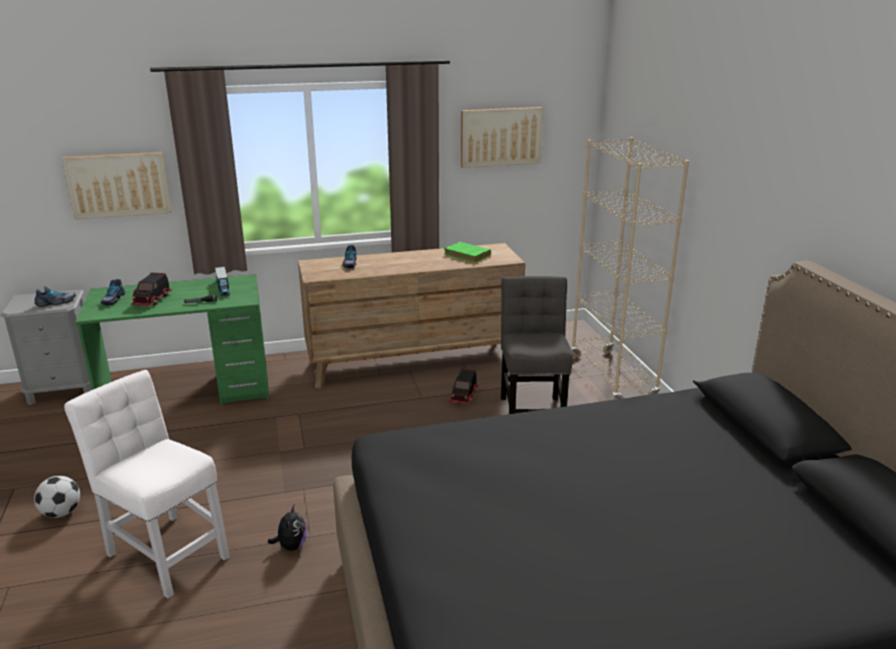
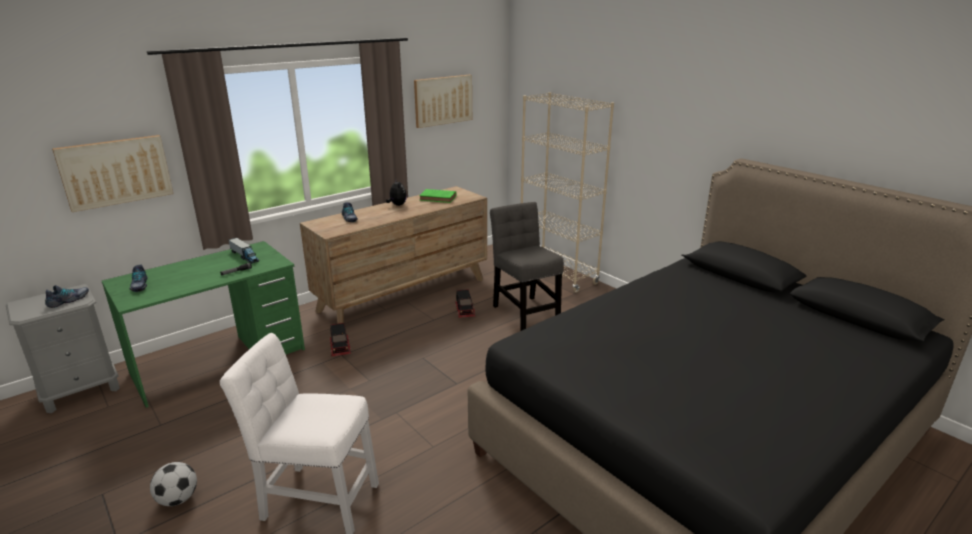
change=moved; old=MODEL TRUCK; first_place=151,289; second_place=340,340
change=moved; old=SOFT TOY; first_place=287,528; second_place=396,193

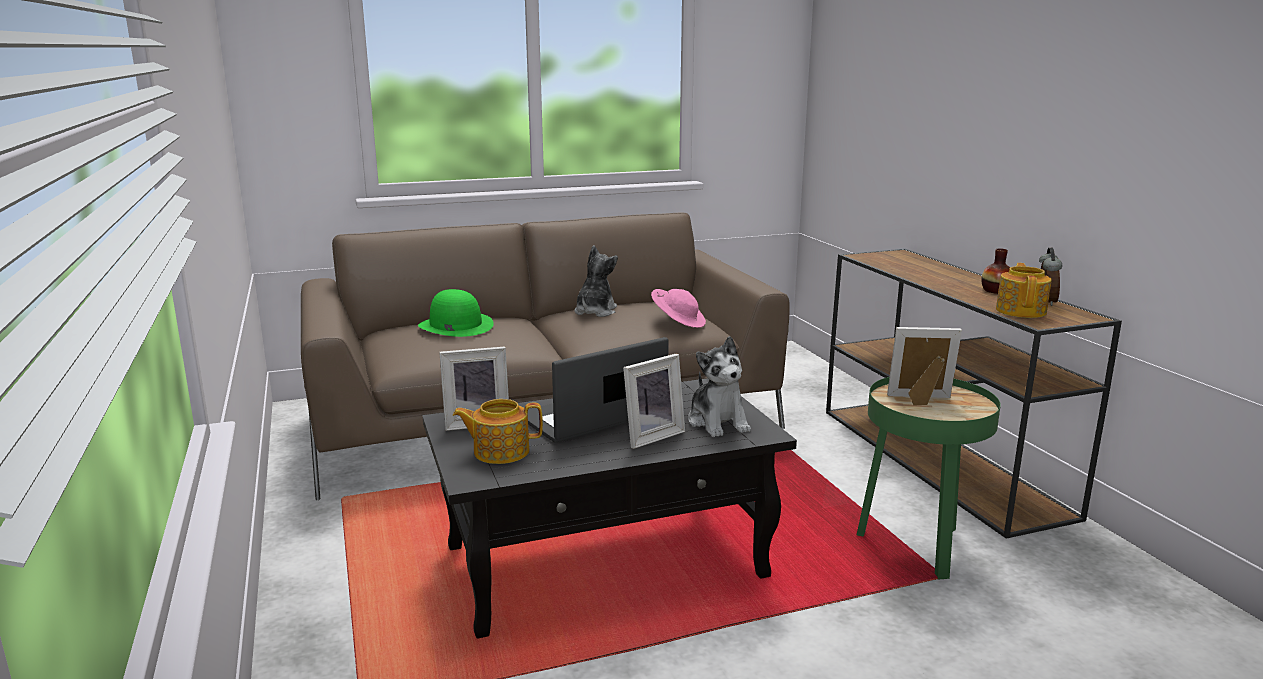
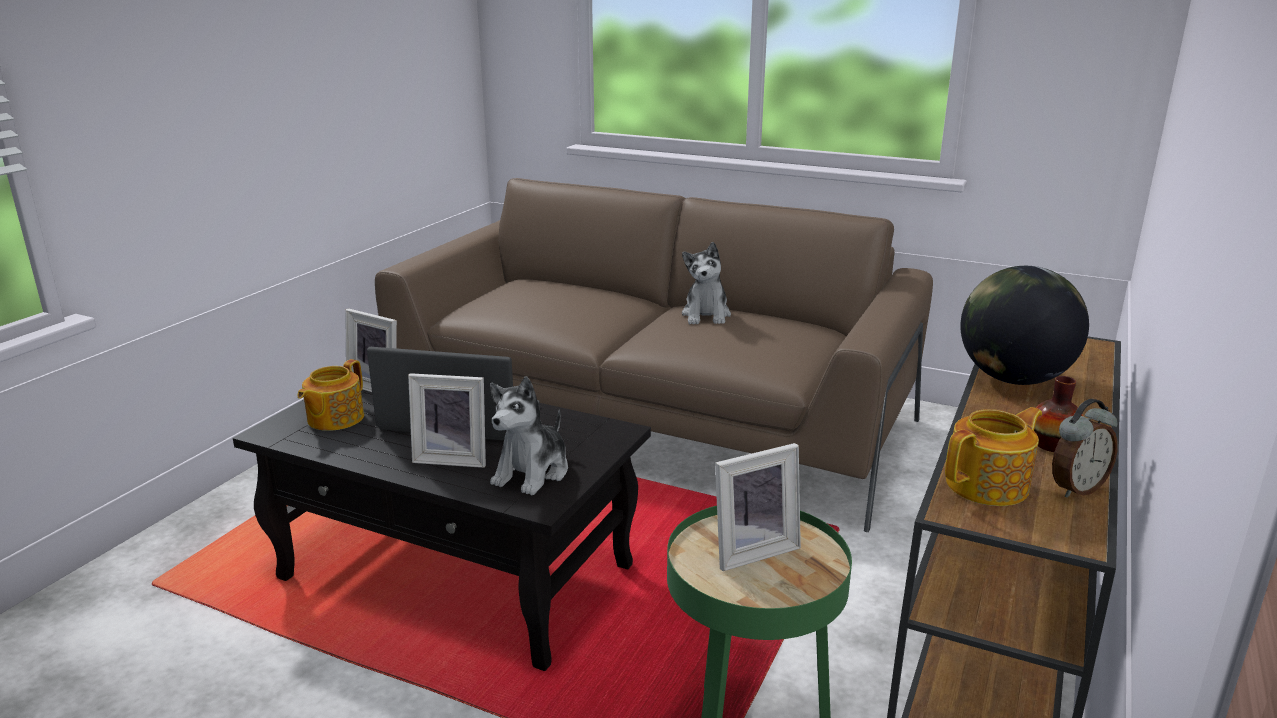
change=removed; old=GREEN-COLOURED HAT; first_place=456,313
change=removed; old=PINK-COLOURED HAT; first_place=678,308
change=added; new=GLOBE; second_place=1024,325
change=turned; old=POT FOR TEA; first_place=498,431; second_place=331,395; degrees=-105
change=turned; old=SOFT TOY; first_place=596,281; second_place=706,283; degrees=120
change=turned; old=STANDING FRAME; first_place=924,366; second_place=758,507; degrees=105

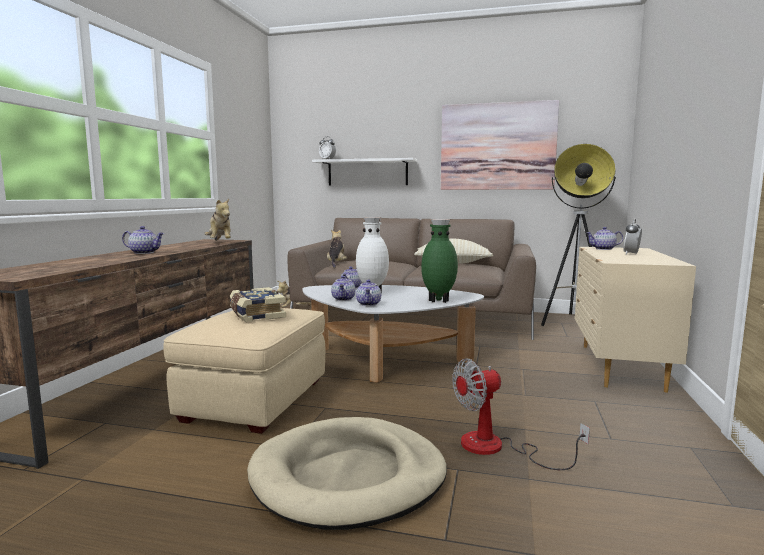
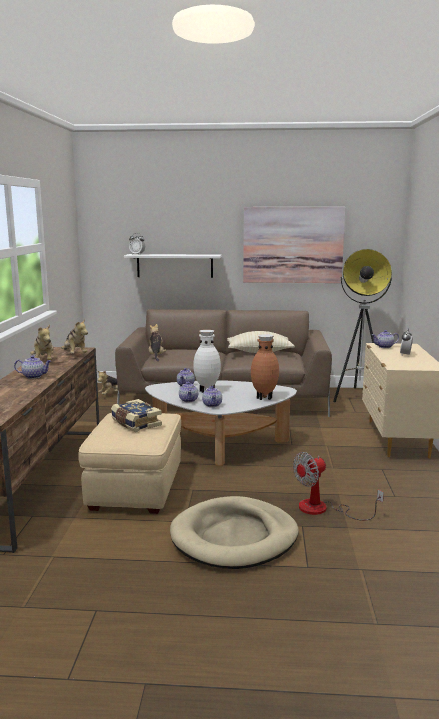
change=added; new=SOFT TOY; second_place=42,342
change=recoloured; old=GREEN-COLOURED FLOWER VASE; new=BROWN FLOWER VASE; first_place=439,261; second_place=265,367

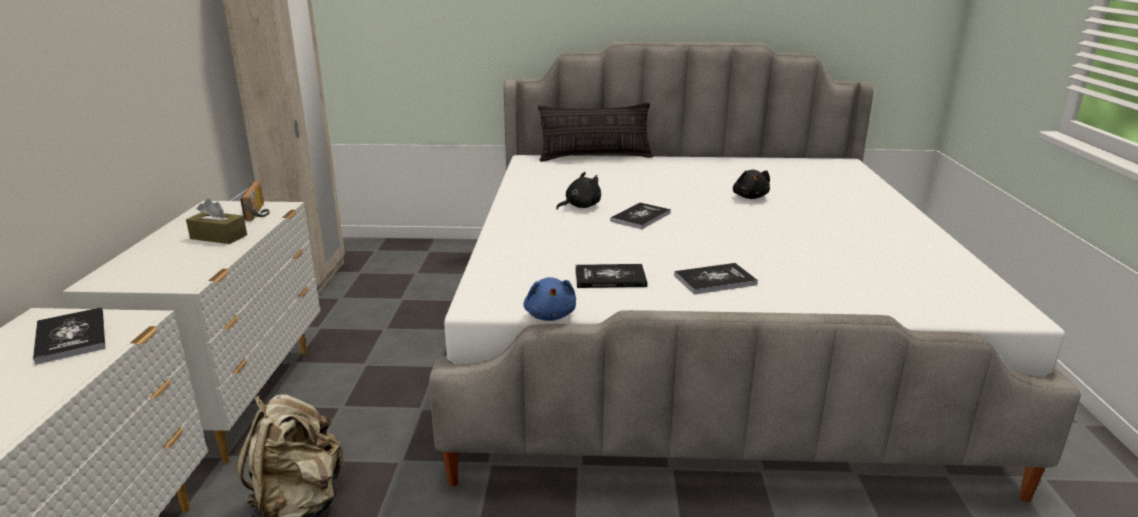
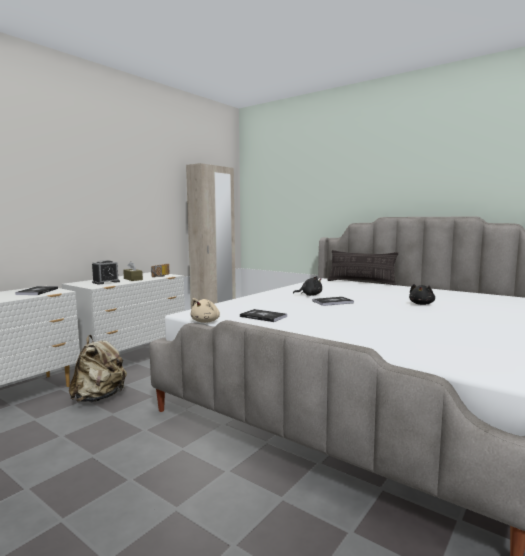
change=removed; old=VOLUME; first_place=716,278
change=added; new=BEDSIDE CLOCK; second_place=106,272
change=recoloured; old=BLUE SOFT TOY; new=SAND-COLOURED SOFT TOY; first_place=550,299; second_place=205,310

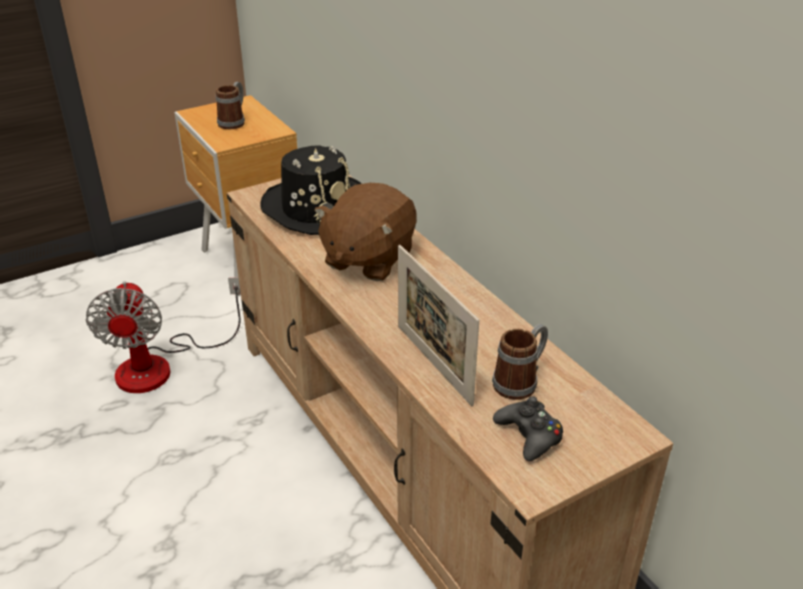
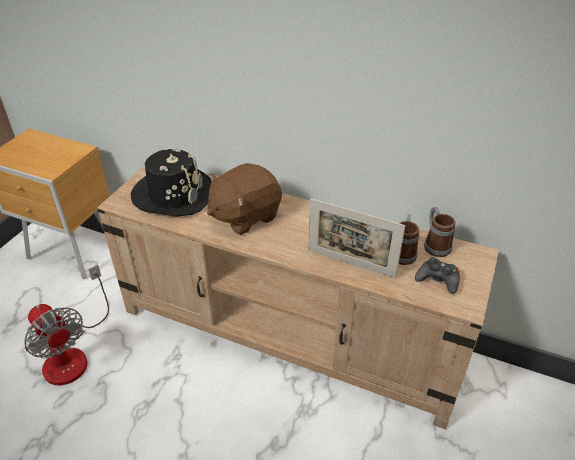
change=moved; old=TEA MUG; first_place=230,106; second_place=440,232
change=turned; old=BROWN SOFT TOY; first_place=365,232; second_place=244,199; degrees=60

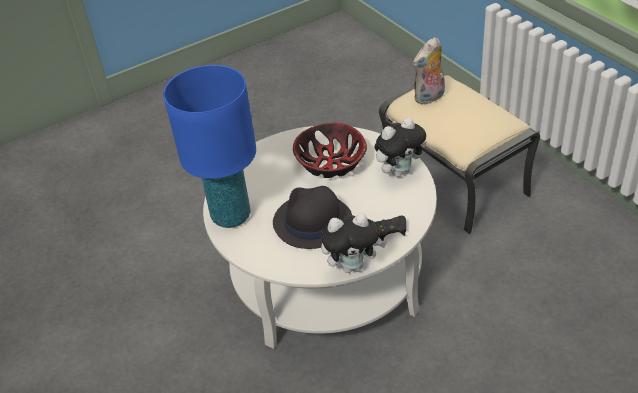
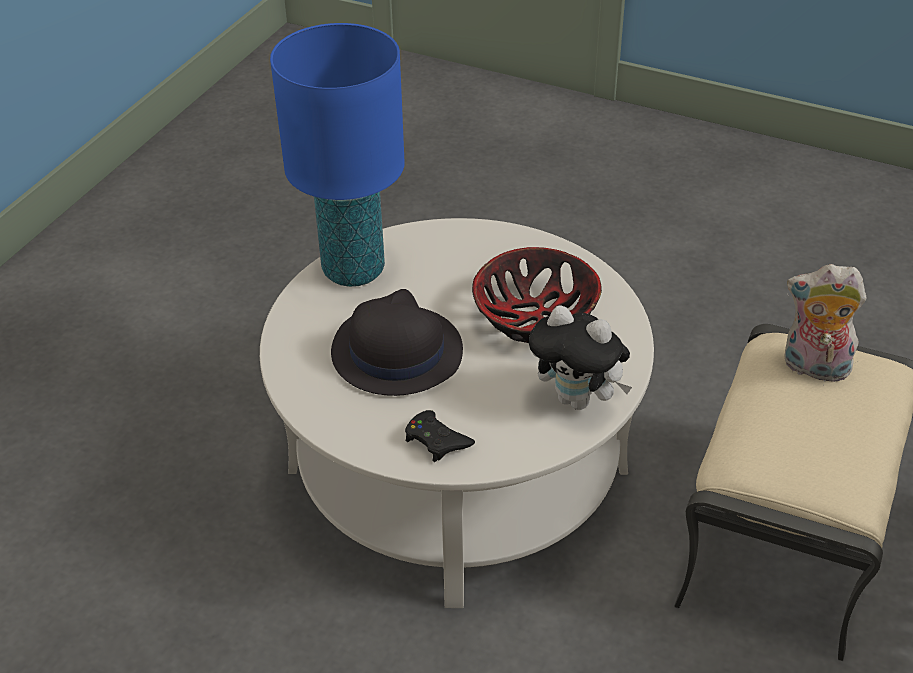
change=removed; old=SOFT TOY; first_place=354,243

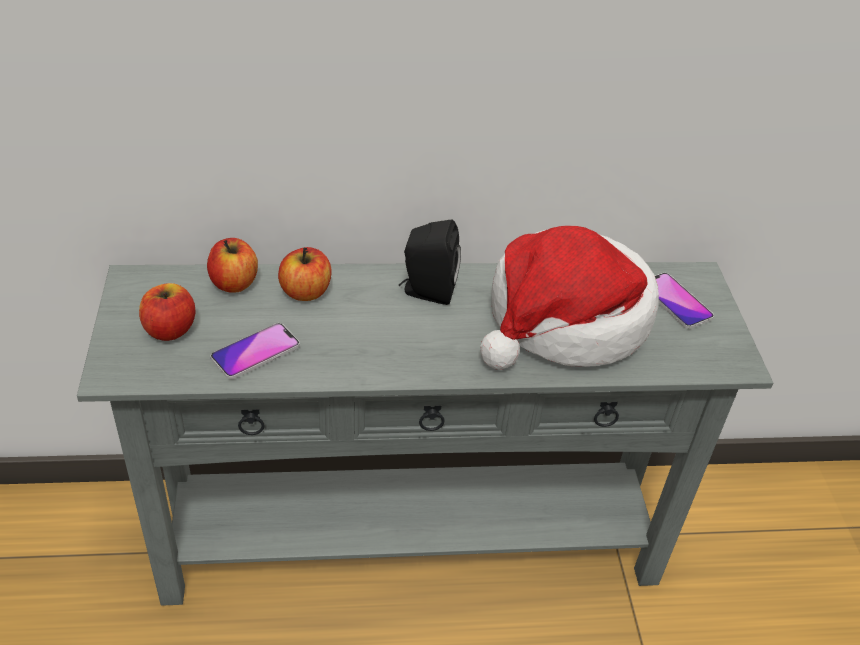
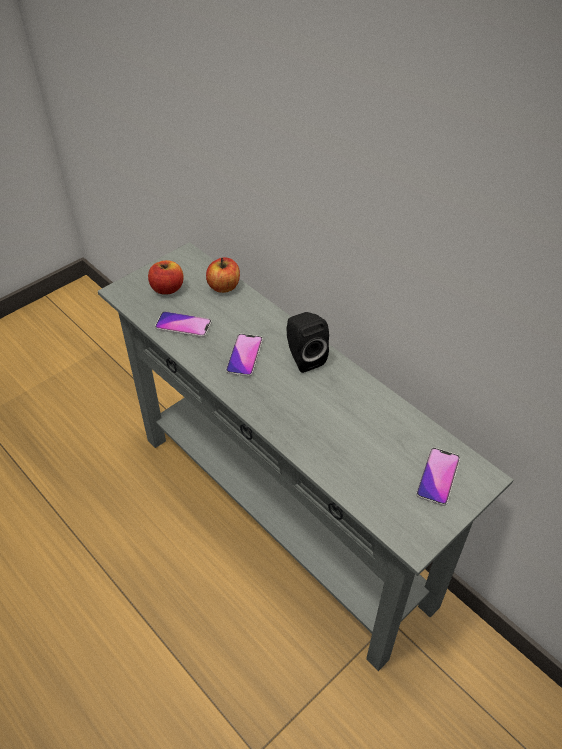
change=removed; old=APPLE FRUIT; first_place=305,274
change=removed; old=HAT; first_place=569,298
change=added; new=HANDSET; second_place=244,355

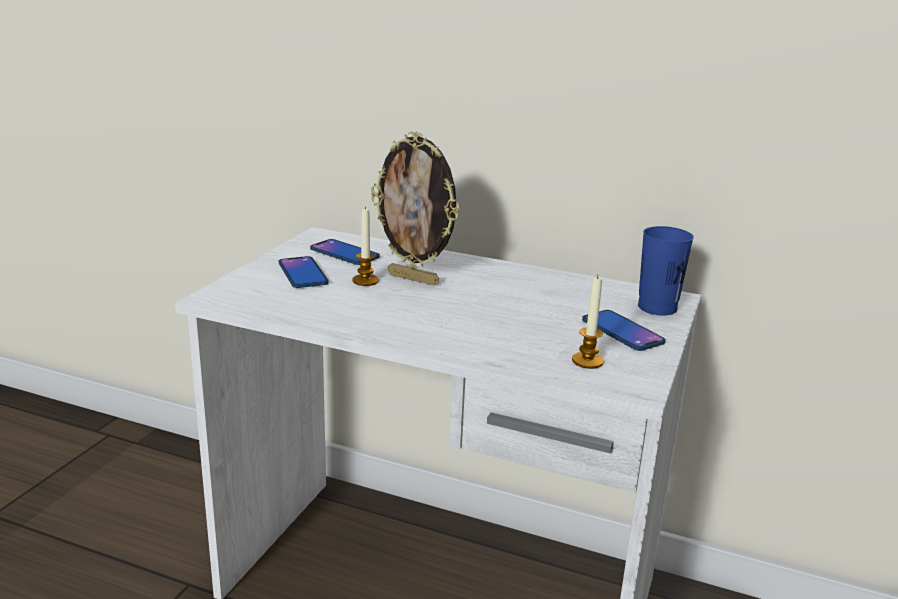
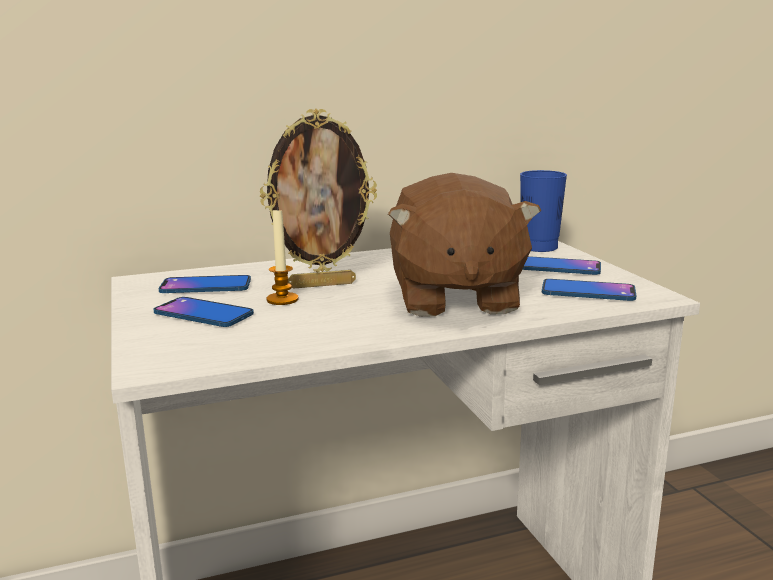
change=added; new=BROWN SOFT TOY; second_place=464,245
change=replaced; old=WAX LIGHT; new=HANDSET; first_place=588,322; second_place=589,290

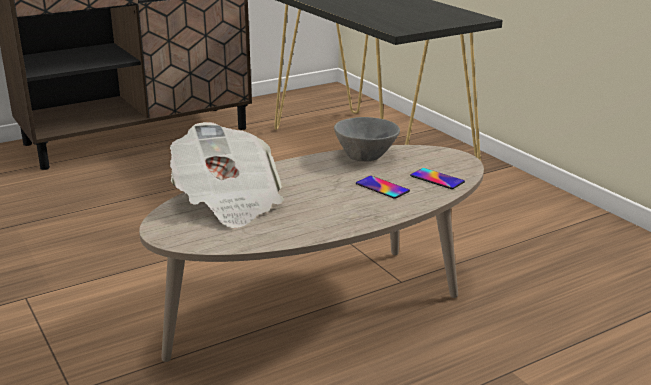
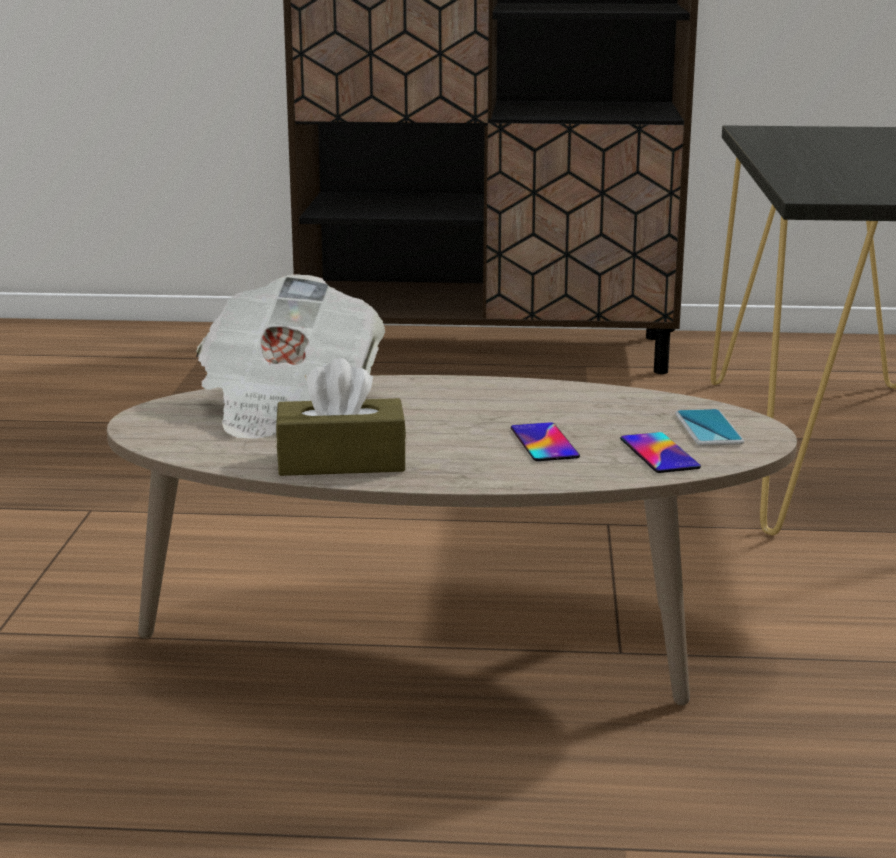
change=removed; old=GREYISH DEEP DISH; first_place=367,139
change=added; new=BROWN BOX OF TISSUES; second_place=341,417
change=added; new=HANDSET; second_place=709,427

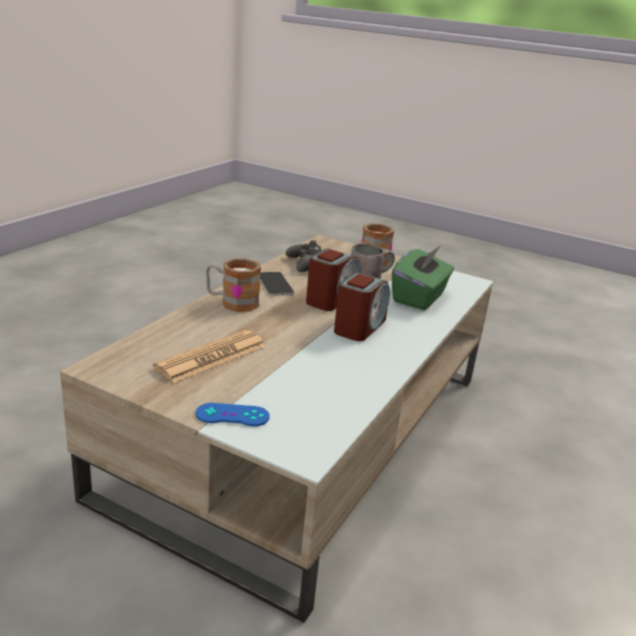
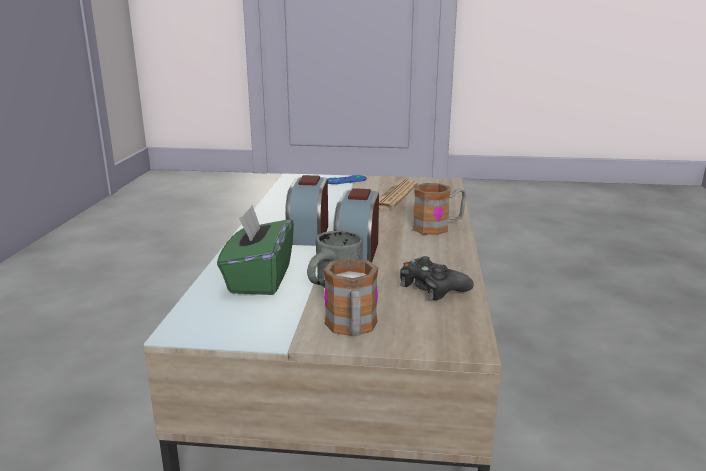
change=removed; old=HANDSET; first_place=277,284

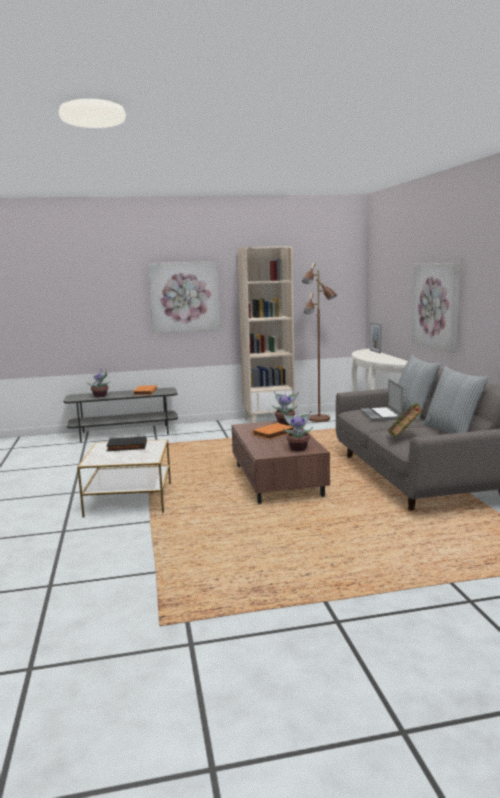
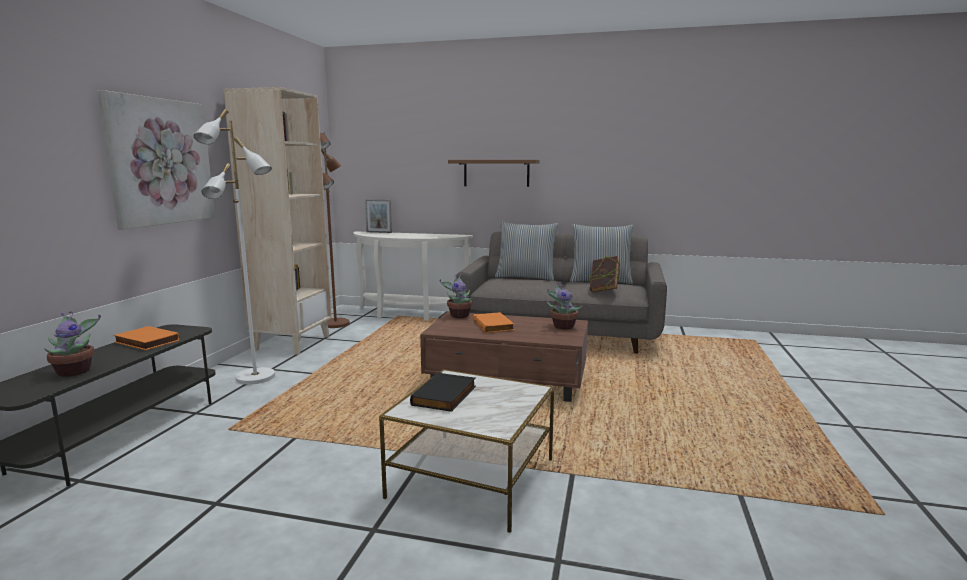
change=removed; old=NOTEBOOK COMPUTER; first_place=381,400
change=added; new=WHITE-COLOURED STANDARD LAMP; second_place=234,247
change=replaced; old=WALL PICTURE; new=BROWN BRACKET SHELF; first_place=436,308; second_place=493,173

